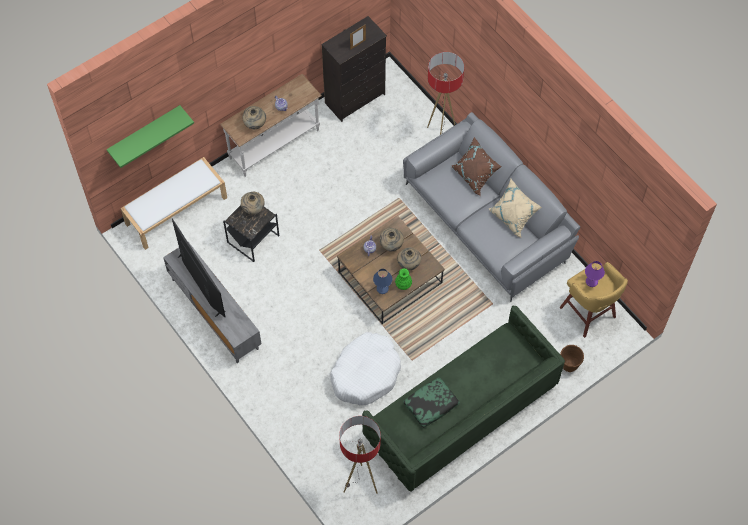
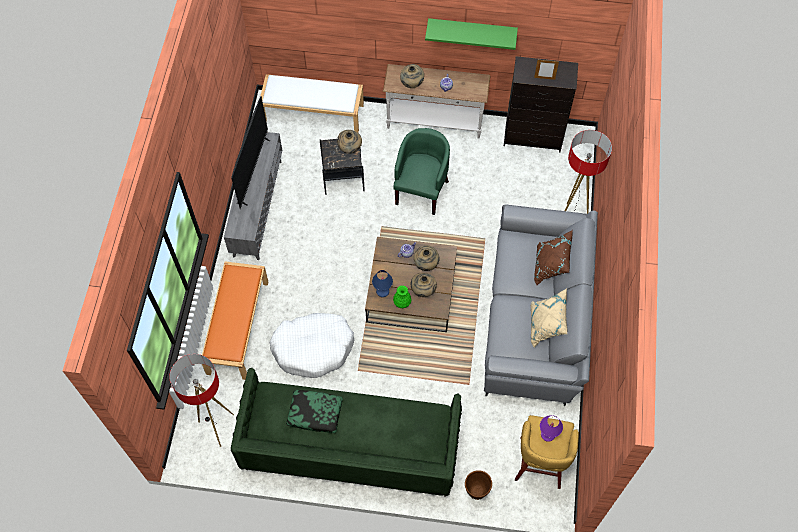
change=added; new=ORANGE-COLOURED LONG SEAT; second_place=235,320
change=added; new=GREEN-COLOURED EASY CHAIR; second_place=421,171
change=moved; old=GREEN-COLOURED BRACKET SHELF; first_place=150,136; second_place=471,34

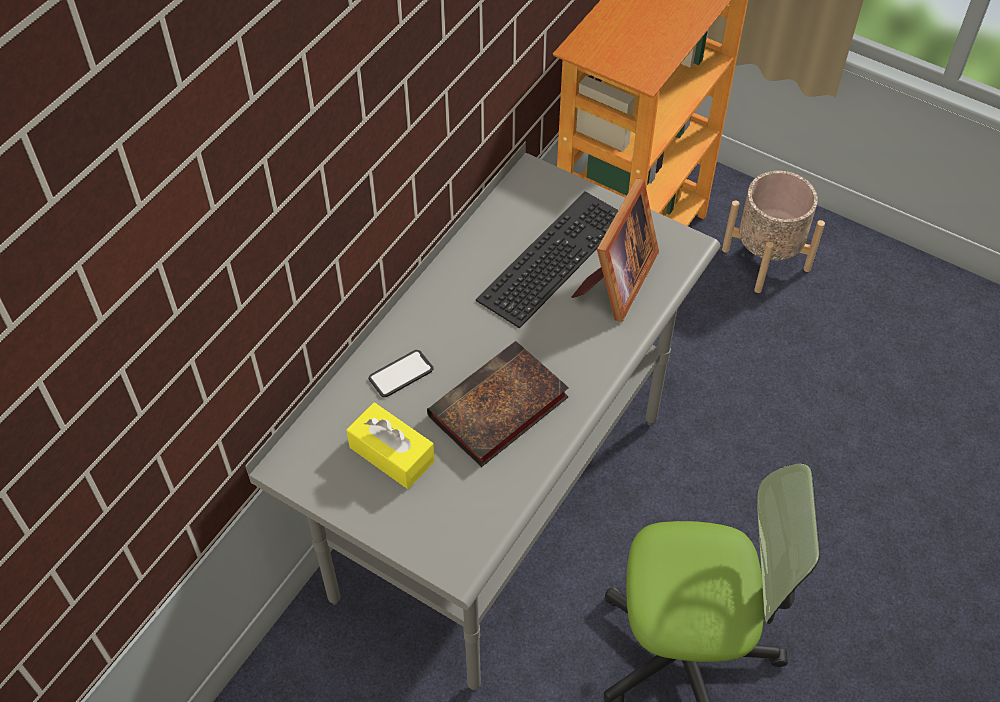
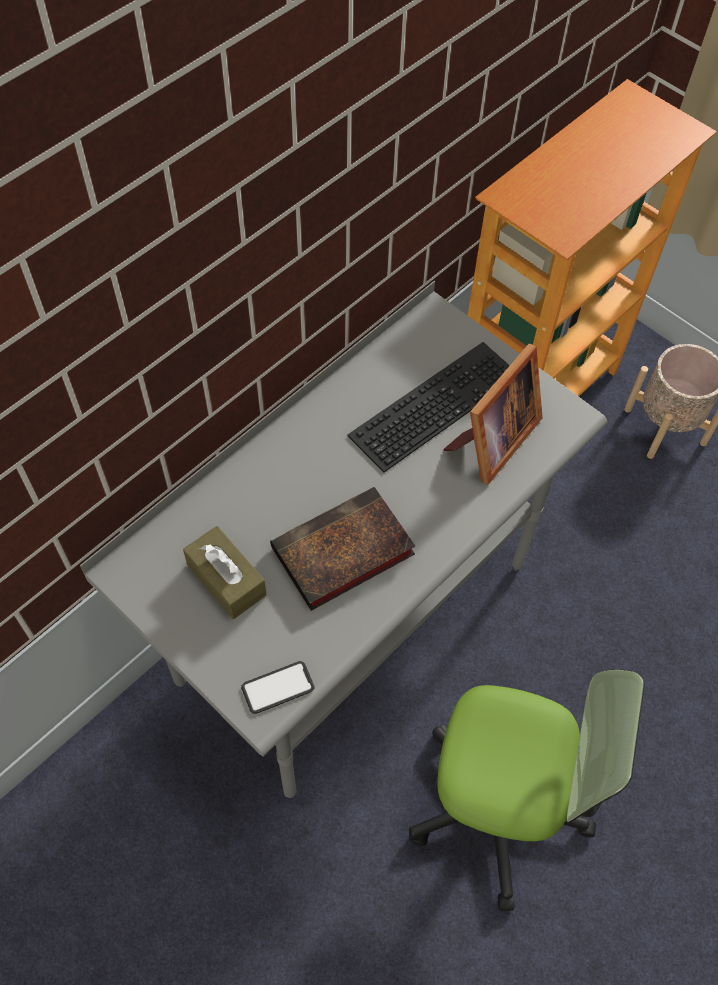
change=moved; old=HANDSET; first_place=401,373; second_place=277,687
change=recoloured; old=YELLOW-COLOURED BOX OF TISSUES; new=BROWN BOX OF TISSUES; first_place=390,445; second_place=225,572

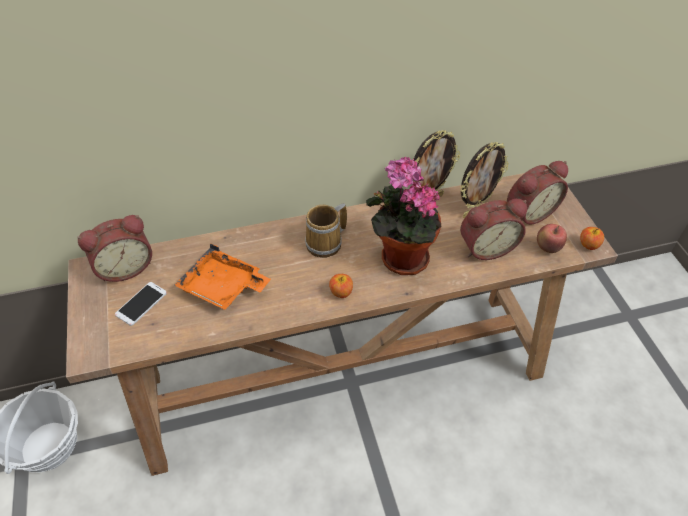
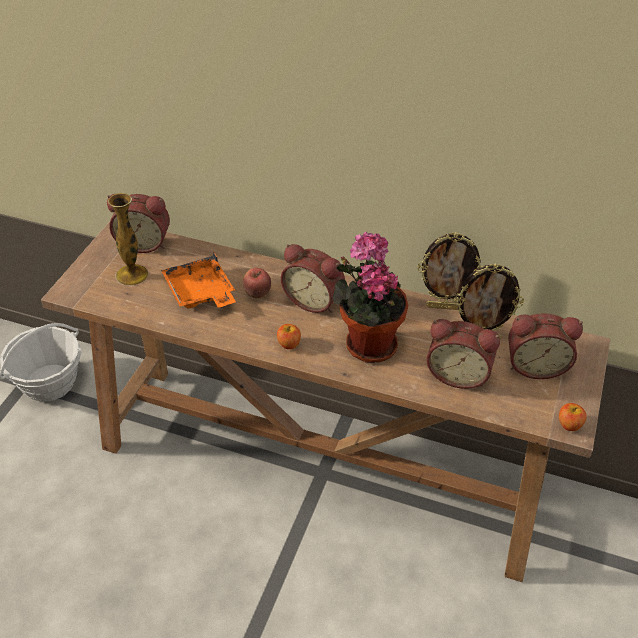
change=moved; old=APPLE FRUIT; first_place=552,238; second_place=257,283
change=replaced; old=HANDSET; new=FLOWER VASE; first_place=141,304; second_place=128,239
change=replaced; old=TEA MUG; new=BEDSIDE CLOCK; first_place=326,230; second_place=313,278

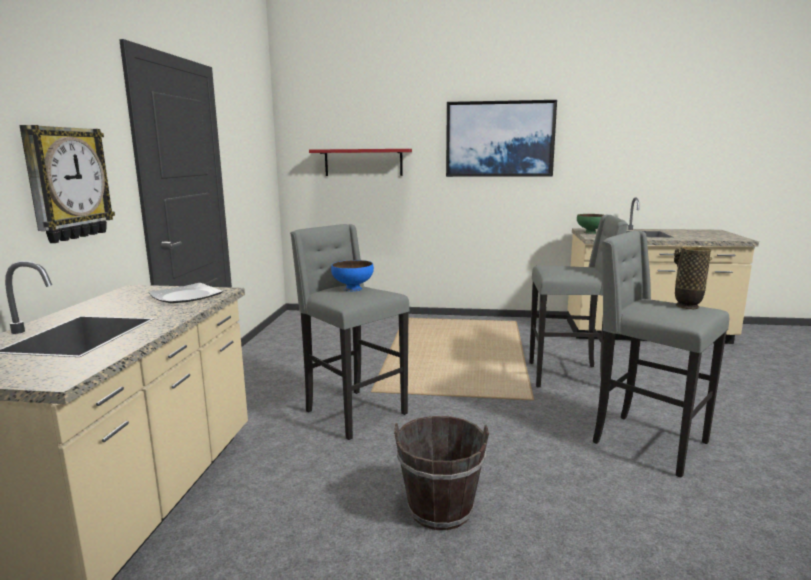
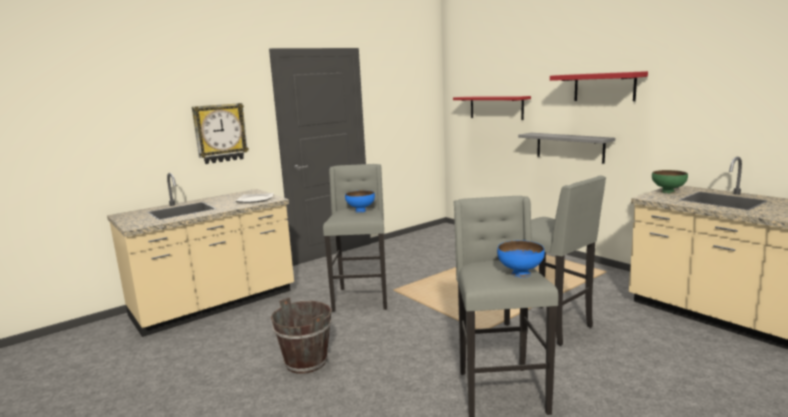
change=added; new=GREYISH BRACKET SHELF; second_place=566,148
change=replaced; old=WALL PICTURE; new=REDDISH BRACKET SHELF; first_place=501,138; second_place=599,86
change=replaced; old=FLOWER VASE; new=BLUE DEEP DISH; first_place=693,277; second_place=521,259

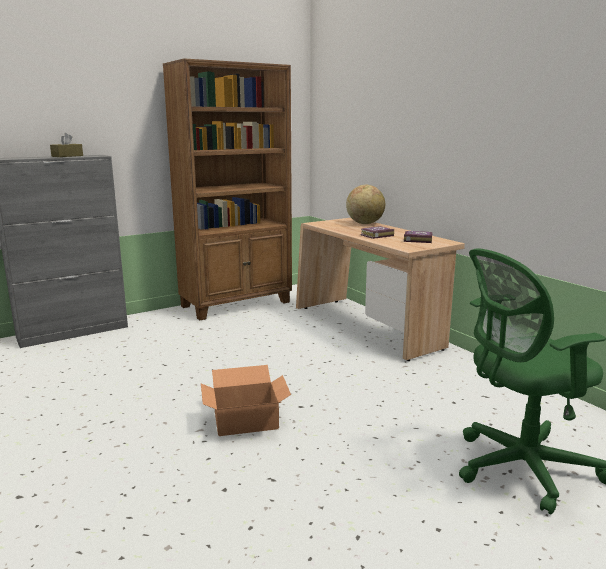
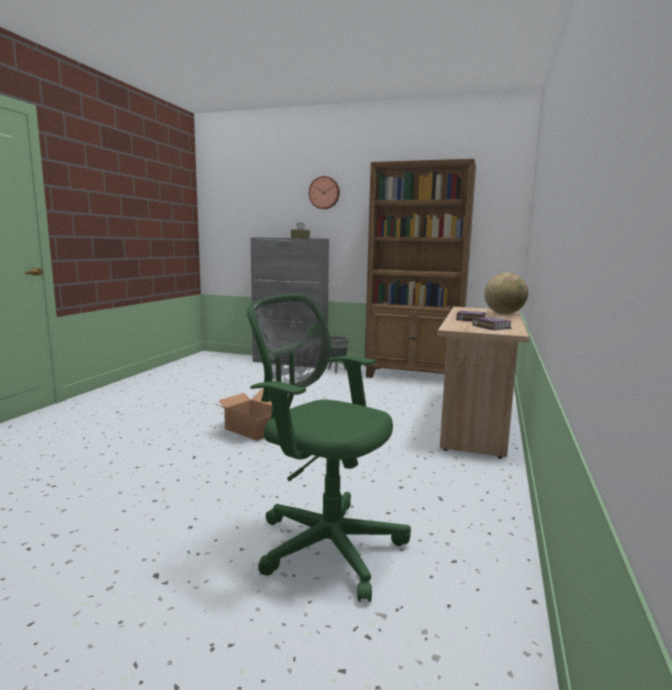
change=added; new=CLOCK ON THE WALL; second_place=324,192
change=added; new=GREYISH FLOWER POT; second_place=338,355

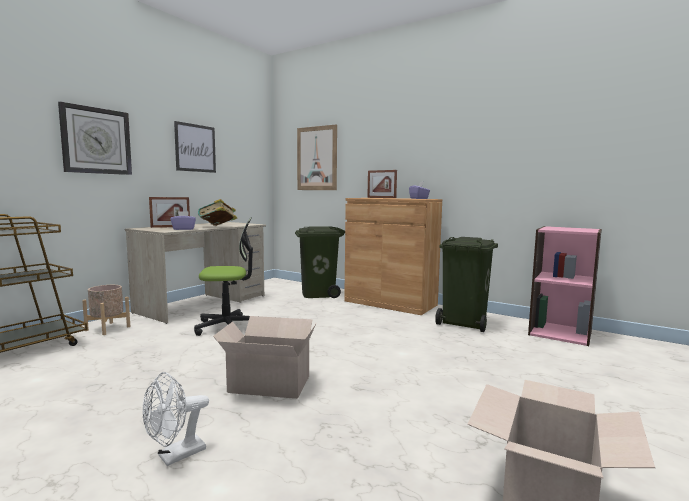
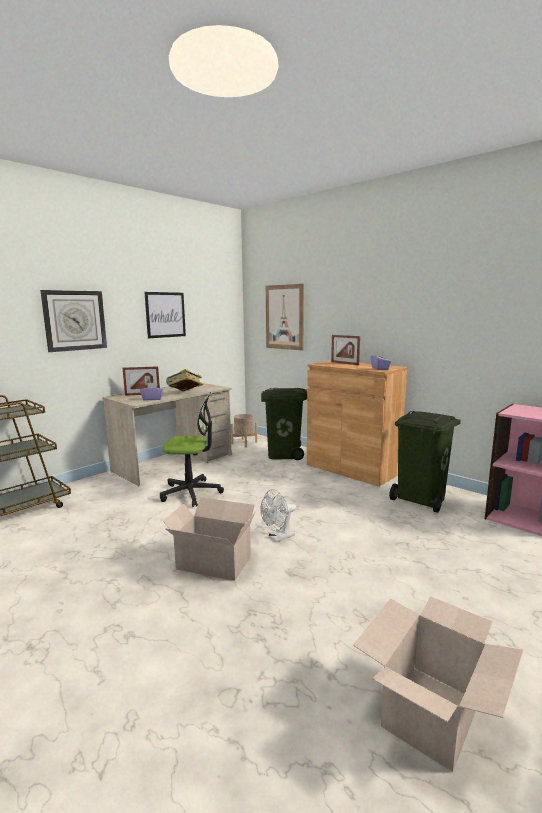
change=moved; old=SAND-COLOURED FLOWER POT; first_place=106,310; second_place=244,430
change=moved; old=WHITE-COLOURED FAN; first_place=175,419; second_place=278,516

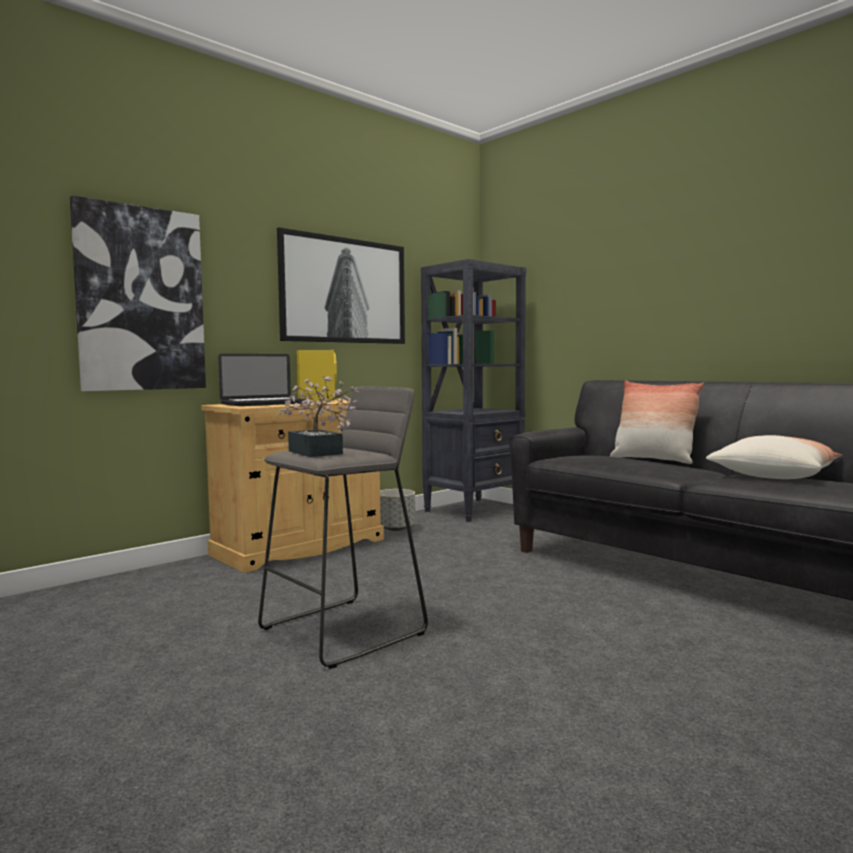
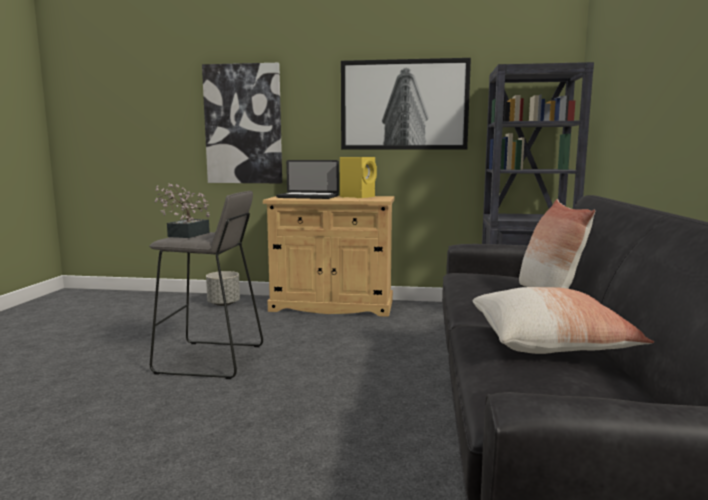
change=moved; old=GREYISH FLOWER POT; first_place=397,510; second_place=223,288

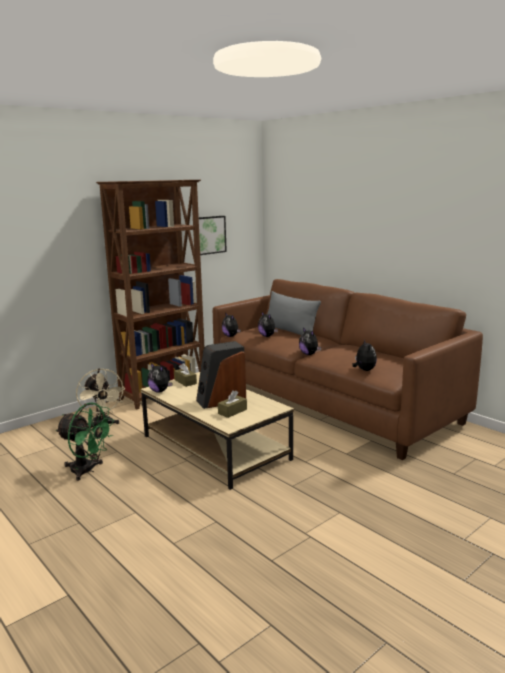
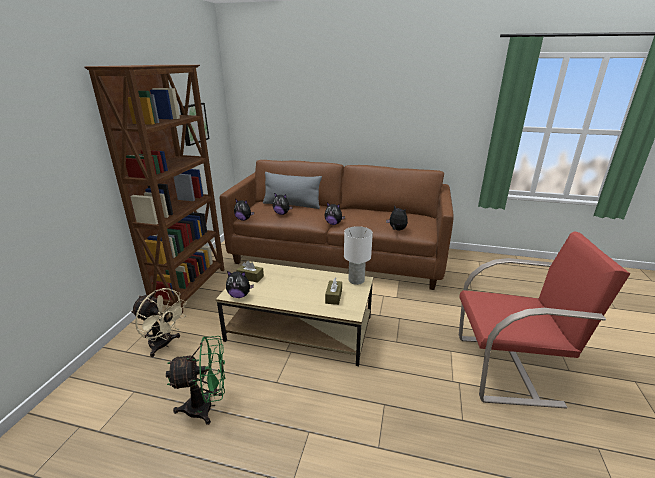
change=removed; old=LOUDSPEAKER; first_place=221,375
change=added; new=WHITE-COLOURED TABLETOP LAMP; second_place=358,255
change=added; new=REDDISH EASY CHAIR; second_place=544,319

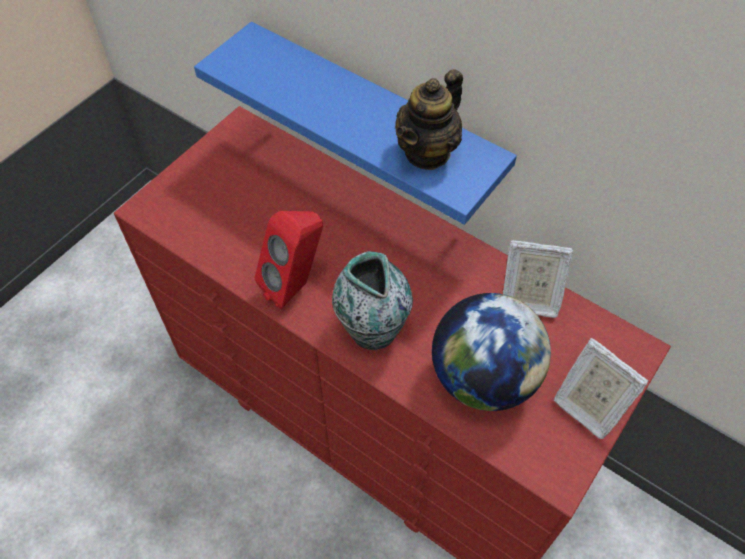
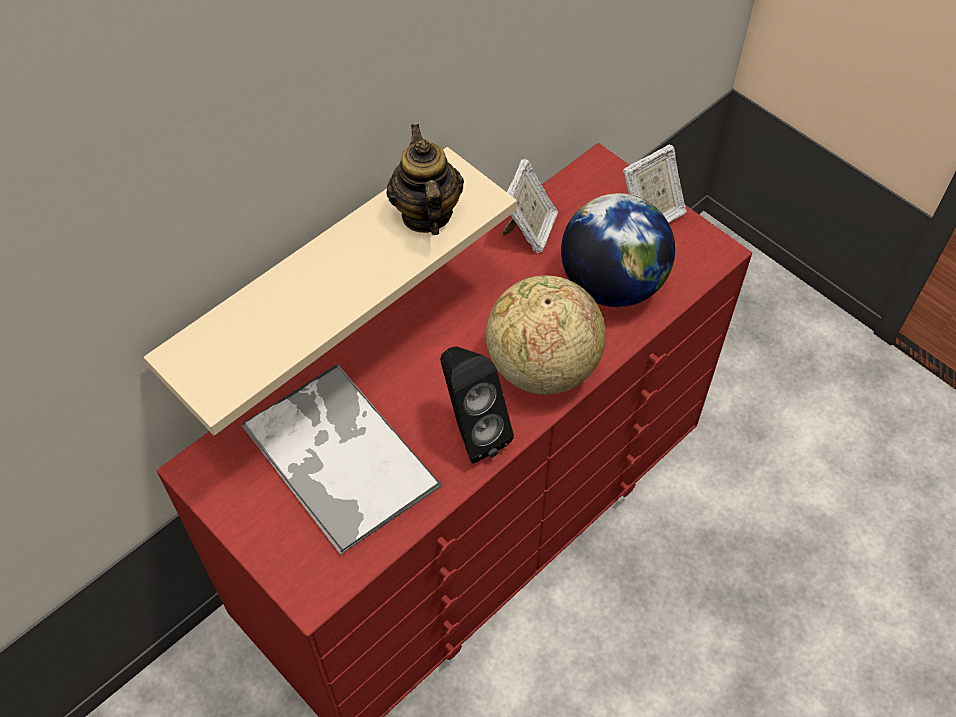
change=added; new=SERVING TRAY; second_place=341,460
change=replaced; old=FLOWER VASE; new=GLOBE; first_place=372,300; second_place=546,335
change=recoloured; old=BLUE BRACKET SHELF; new=SAND-COLOURED BRACKET SHELF; first_place=355,123; second_place=330,291
change=recoloured; old=REDDISH LOUDSPEAKER; new=BLACK LOUDSPEAKER; first_place=289,260; second_place=477,404
change=turned; old=POT FOR TEA; first_place=429,119; second_place=425,179; degrees=-150

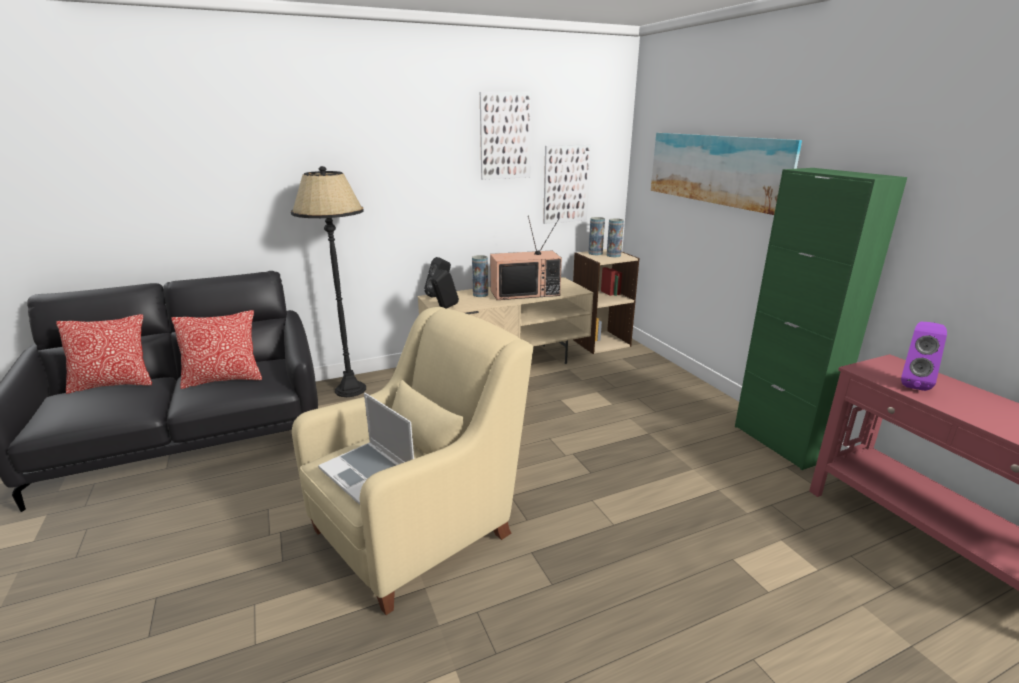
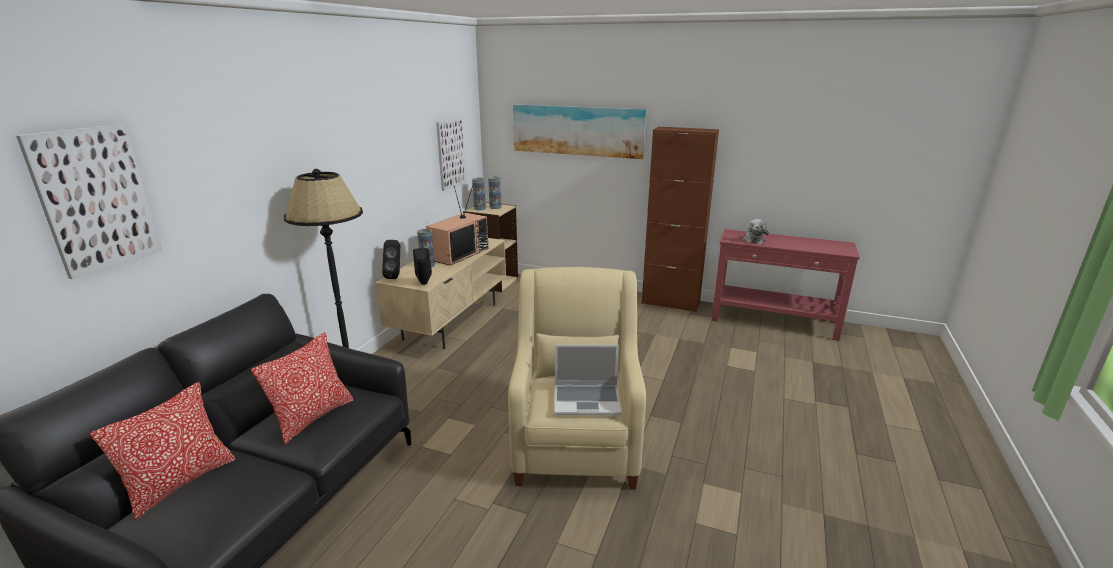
change=moved; old=WALL PICTURE; first_place=506,136; second_place=89,201
change=replaced; old=PURPLE-COLOURED LOUDSPEAKER; new=SOFT TOY; first_place=924,356; second_place=756,231
change=recoloured; old=GREEN-COLOURED CUPBOARD; new=BROWN CUPBOARD; first_place=821,319; second_place=680,219

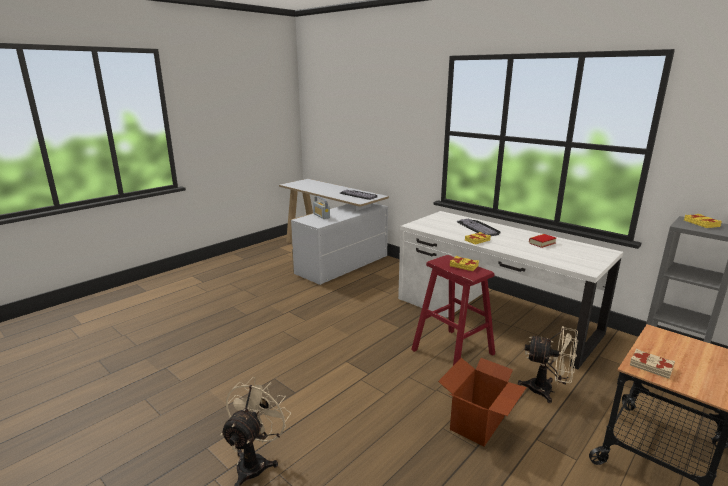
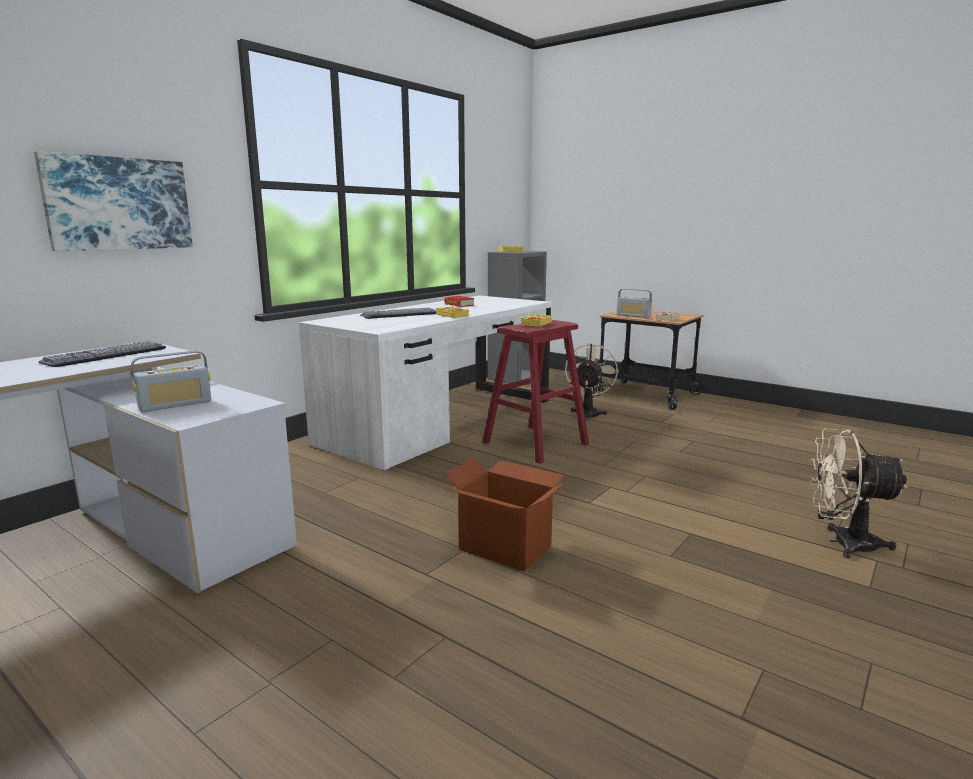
change=added; new=WALL PICTURE; second_place=113,201
change=added; new=RADIO; second_place=634,303
change=moved; old=PACKING BOX; first_place=482,402; second_place=506,515

